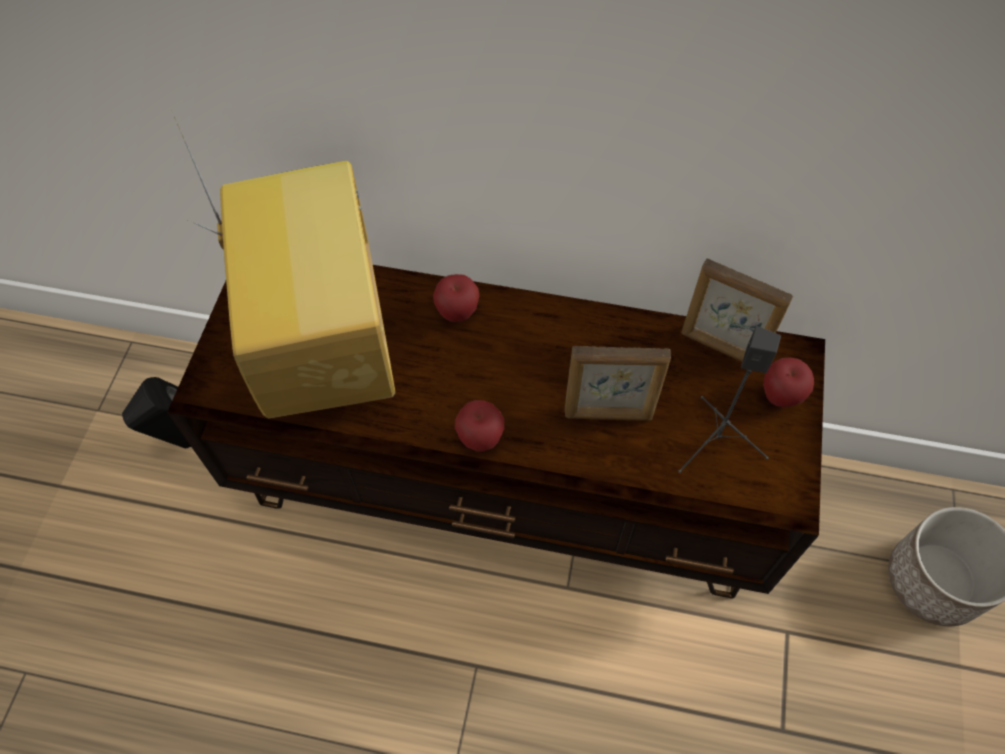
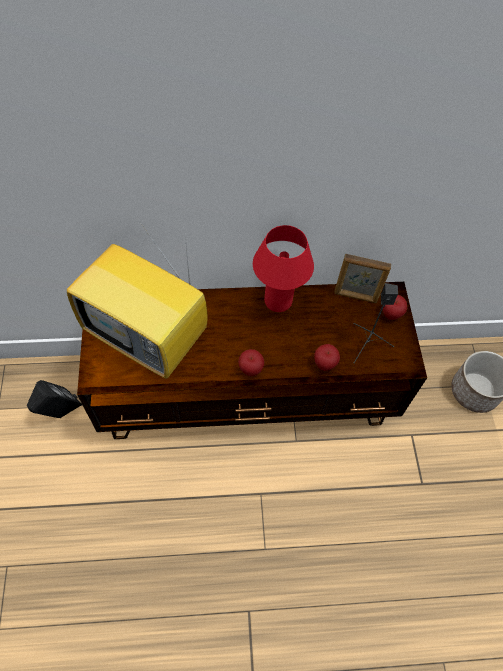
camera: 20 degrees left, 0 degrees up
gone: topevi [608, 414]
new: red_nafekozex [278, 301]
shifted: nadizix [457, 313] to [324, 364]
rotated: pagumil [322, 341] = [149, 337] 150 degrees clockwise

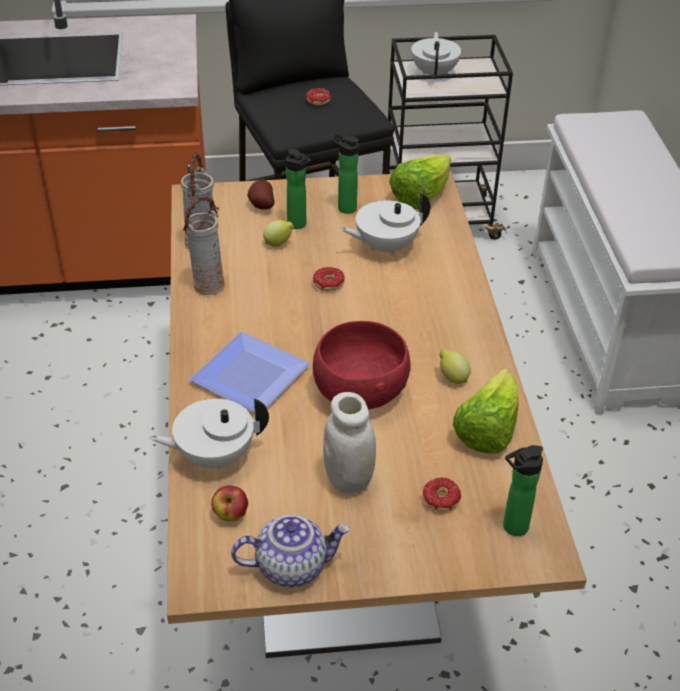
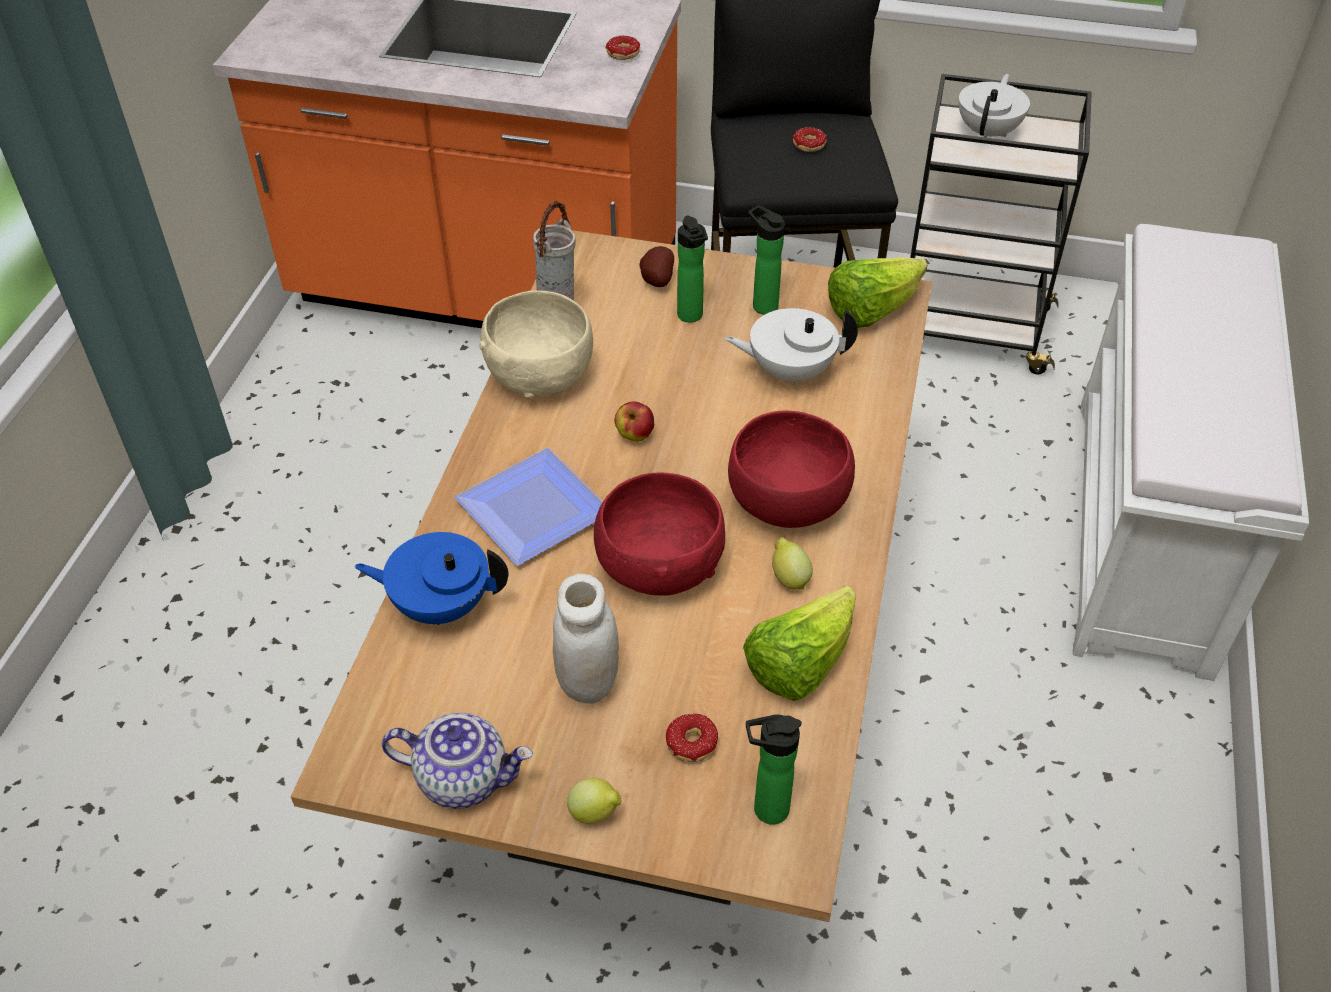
camera: 20 degrees right, 5 degrees up
new: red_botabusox [789, 502]
shifted: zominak [279, 244] to [595, 814]; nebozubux [330, 287] to [623, 57]; nadizix [230, 515] to [635, 435]
swapped: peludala [208, 285] to beige_botabusox [539, 375]
repainted: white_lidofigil [214, 455] to blue_lidofigil [440, 604]

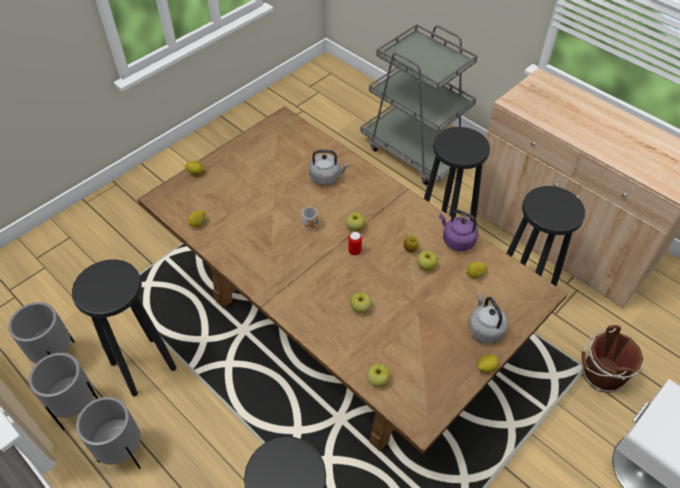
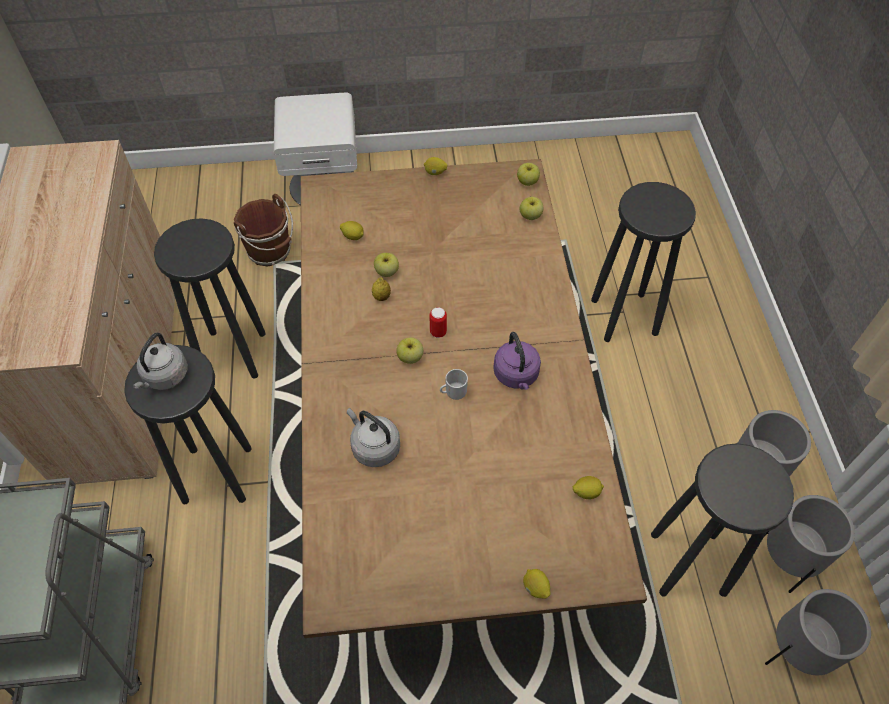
camera: 140 degrees left, 5 degrees up
shifted: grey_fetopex [484, 328] to [165, 377]; purple_fetopex [456, 240] to [516, 375]; nadizix [360, 308] to [527, 182]

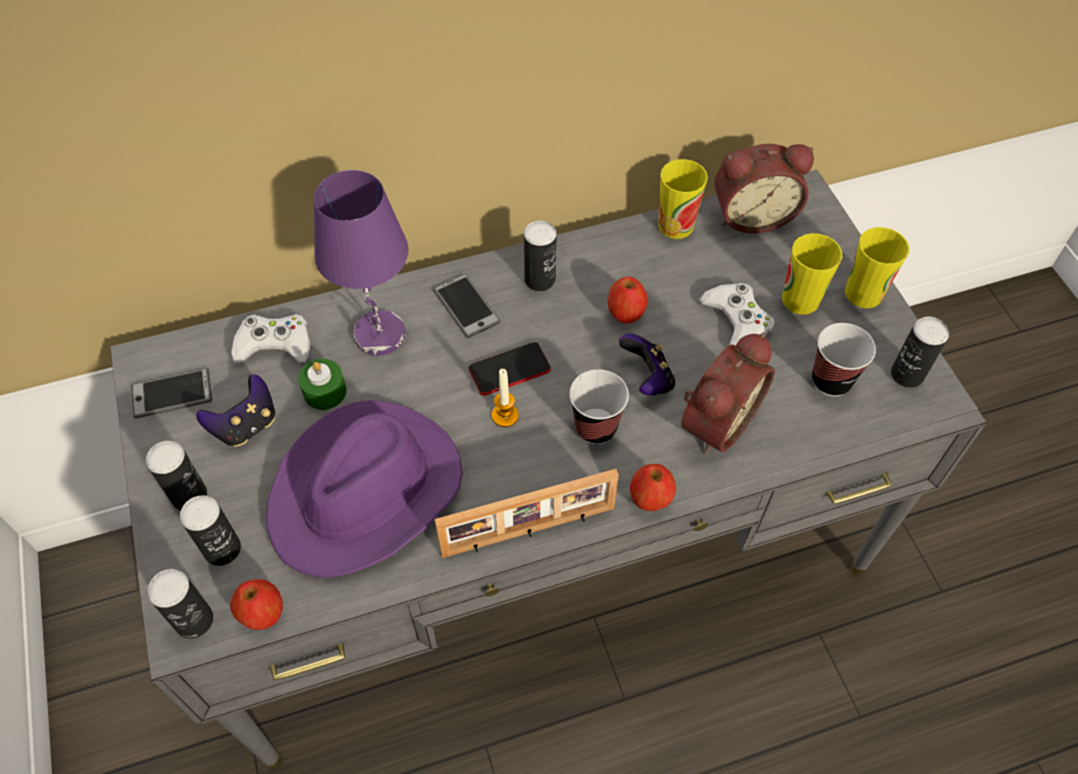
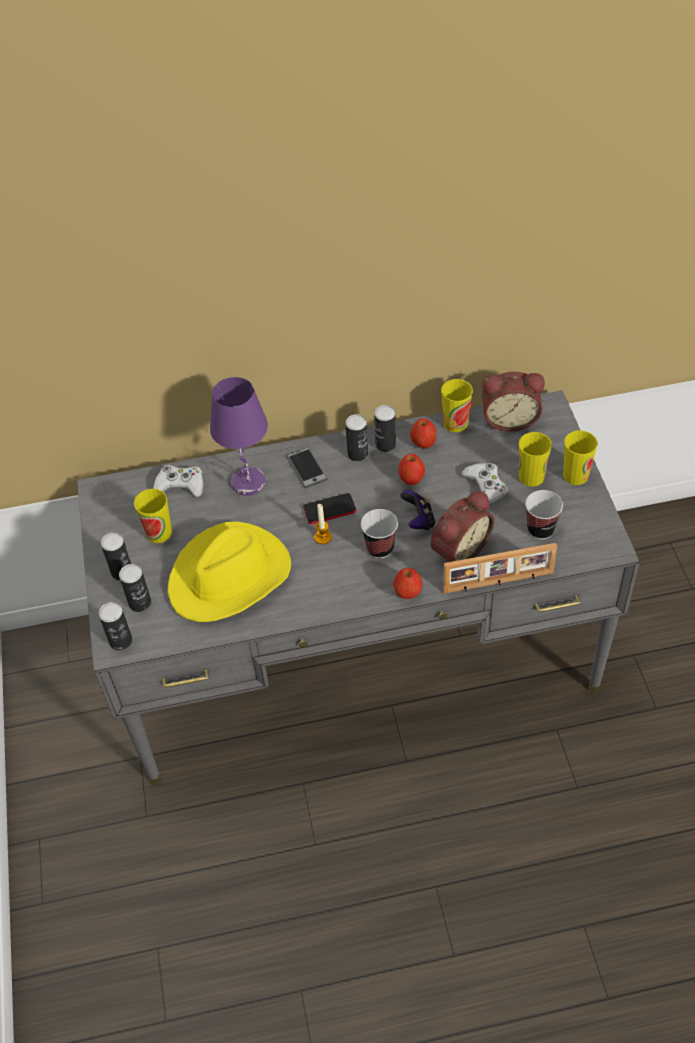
camera: 10 degrees right, 5 degrees down
gone: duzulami [172, 394]; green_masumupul [325, 392]
shifted: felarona [907, 374] to [385, 444]; nadizix [263, 614] to [423, 443]; topevi [529, 532] to [498, 583]
swapped: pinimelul [246, 425] to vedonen [159, 532]
repainted: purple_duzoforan [366, 492] to yellow_duzoforan [230, 576]

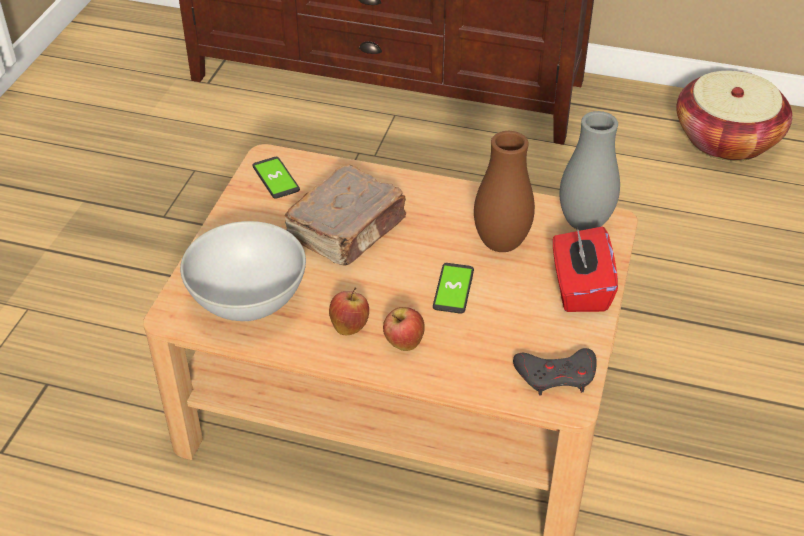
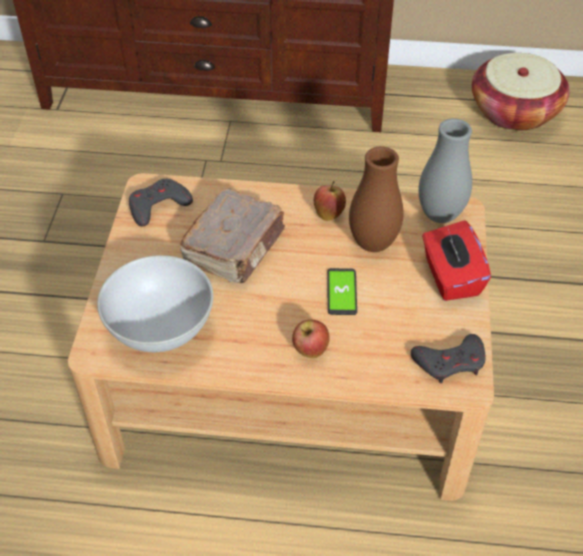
camera: 10 degrees left, 5 degrees up
shifted: nadizix [349, 326] to [329, 213]
swapped: duzulami [276, 178] to grey_pinimelul [158, 206]

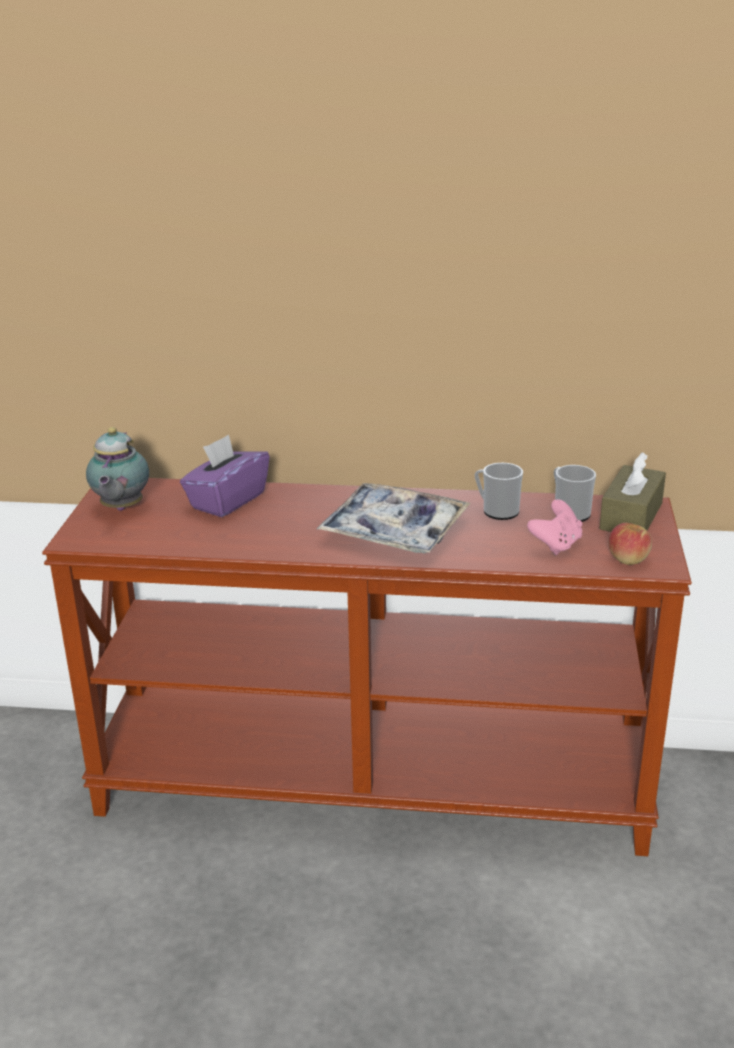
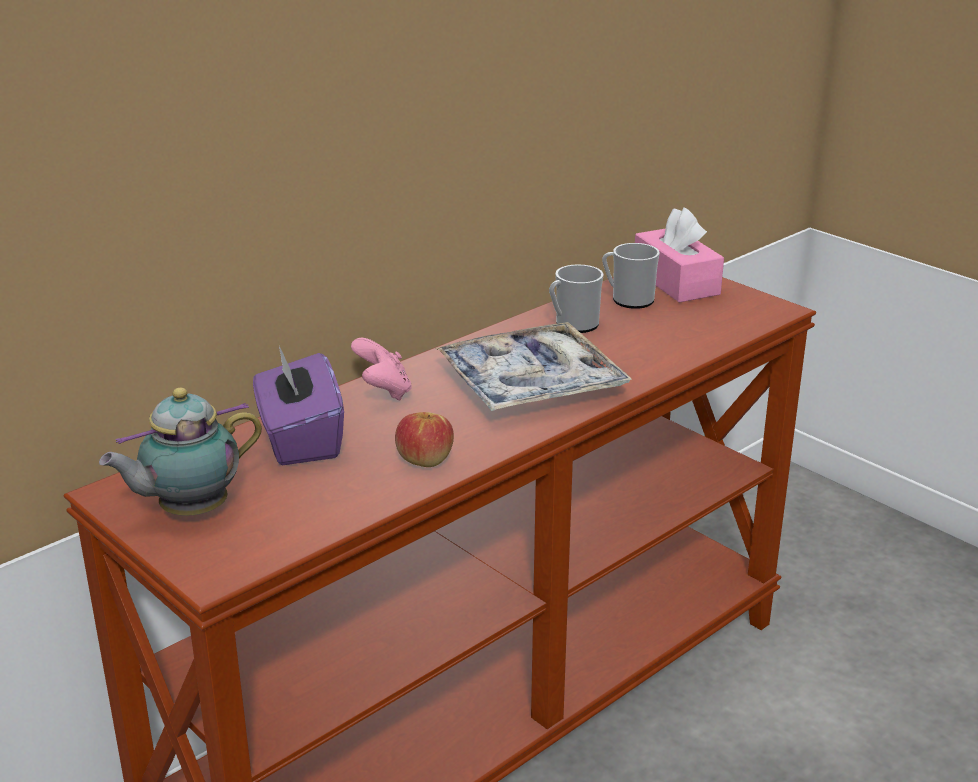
camera: 50 degrees left, 0 degrees up
shifted: pink_pinimelul [556, 545] to [383, 391]; nadizix [628, 559] to [424, 459]
repainted: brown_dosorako [631, 516] to pink_dosorako [676, 282]
rotated: lidofigil [120, 508] = [189, 511] 105 degrees clockwise

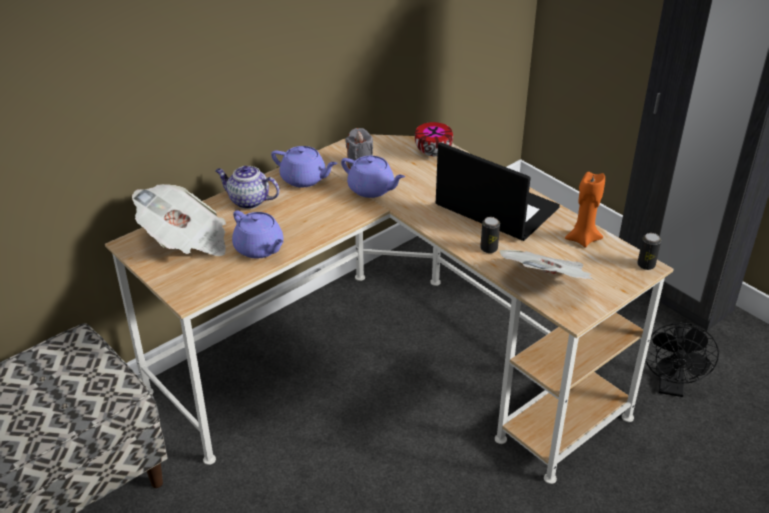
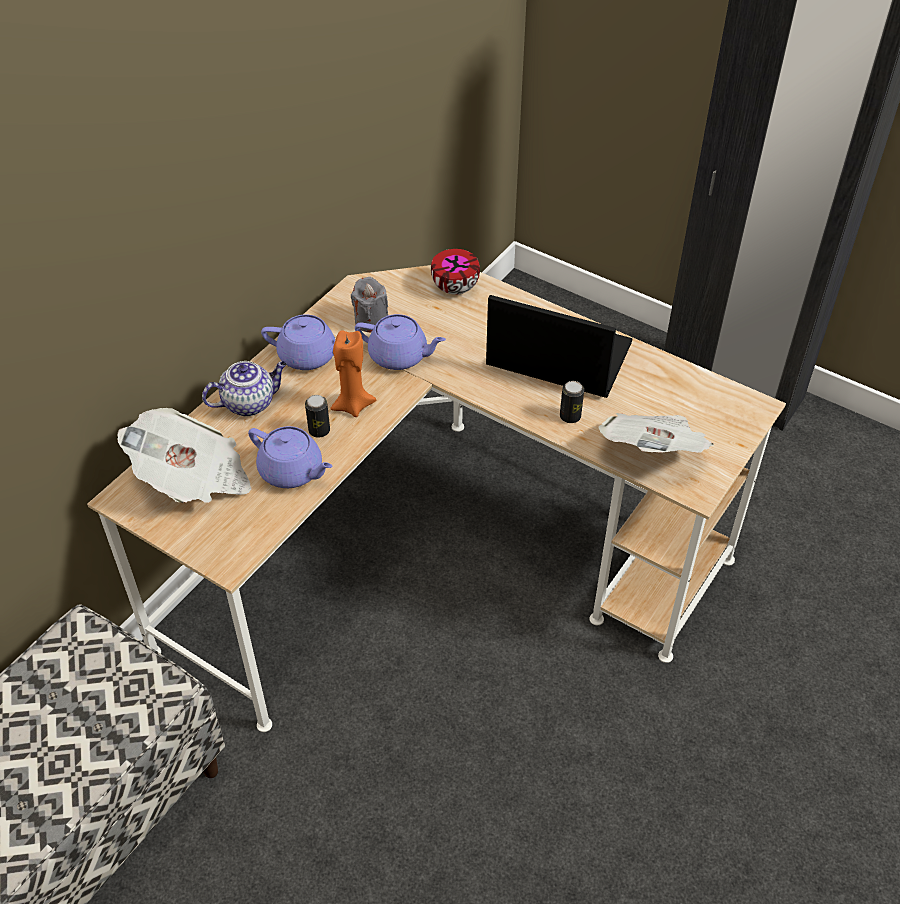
camera: 15 degrees left, 10 degrees up
gone: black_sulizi [671, 387]
shifted: felarona [646, 265] to [319, 430]; orange_masumupul [582, 239] to [352, 405]
rotated: lidofigil [248, 201] = [250, 403] 150 degrees clockwise

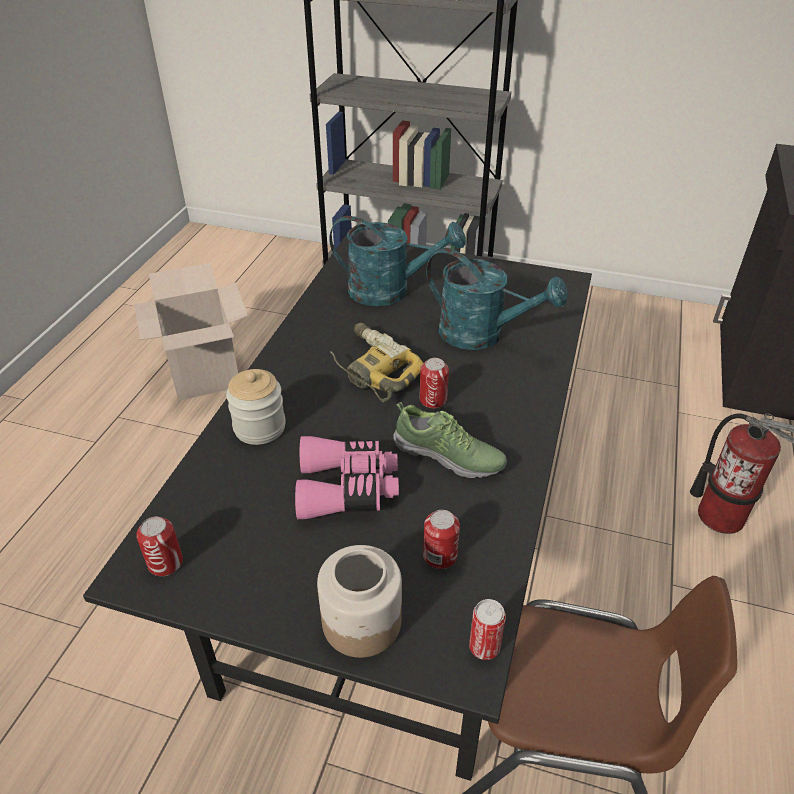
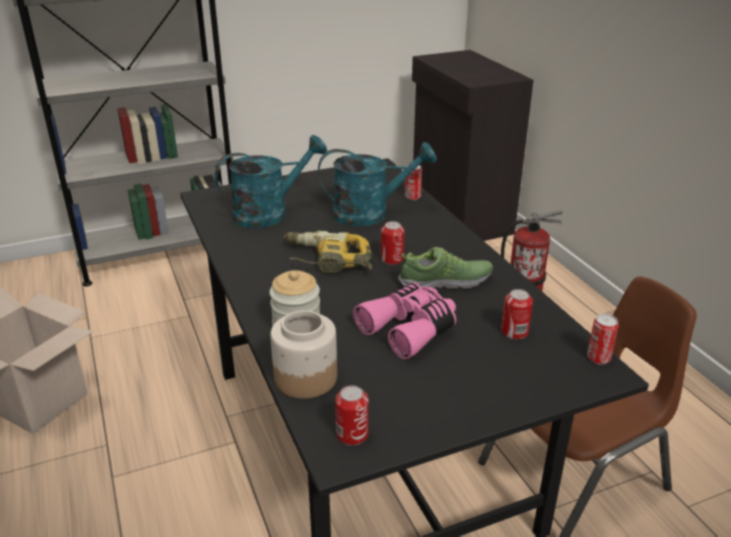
camera: 40 degrees left, 10 degrees down
new: felarona [412, 197]
shifted: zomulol [360, 622] to [305, 378]

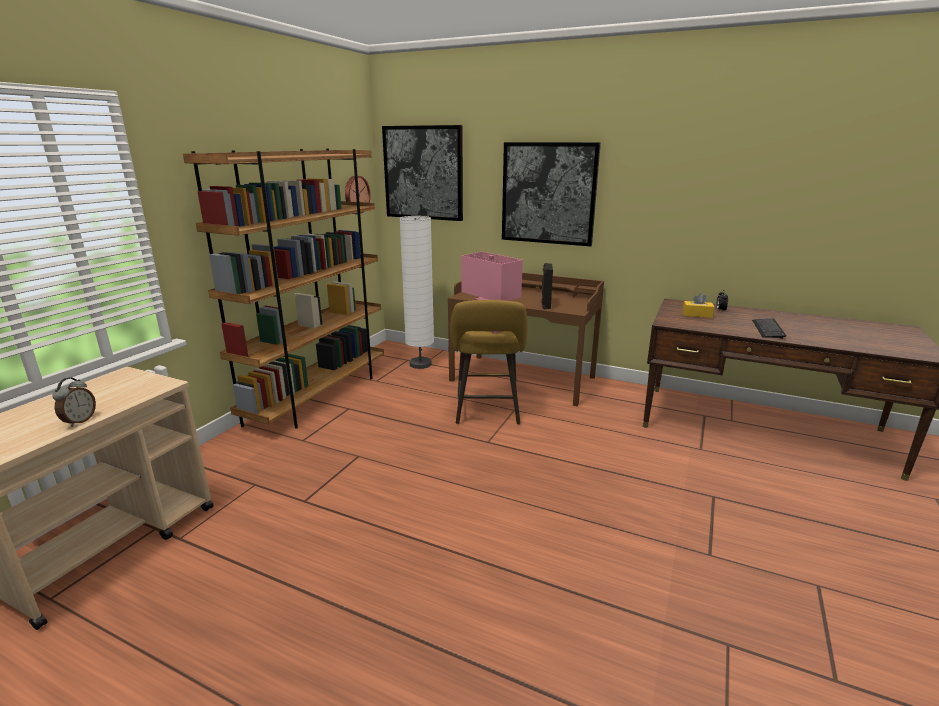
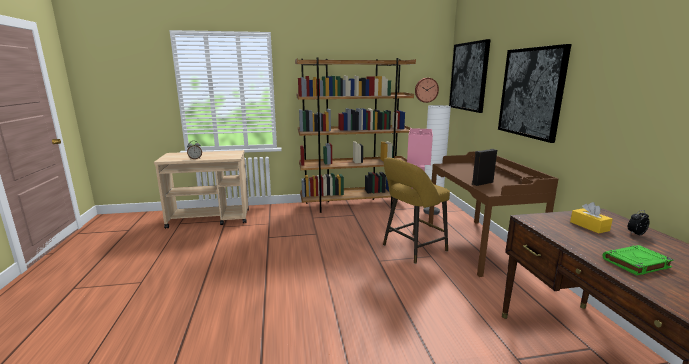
camera: 55 degrees right, 5 degrees down
swapped: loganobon [768, 329] to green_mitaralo [636, 263]

